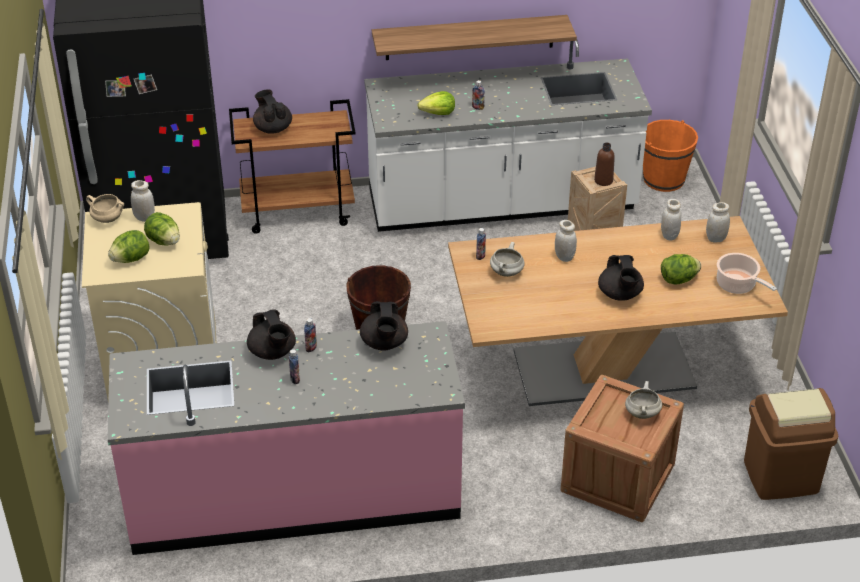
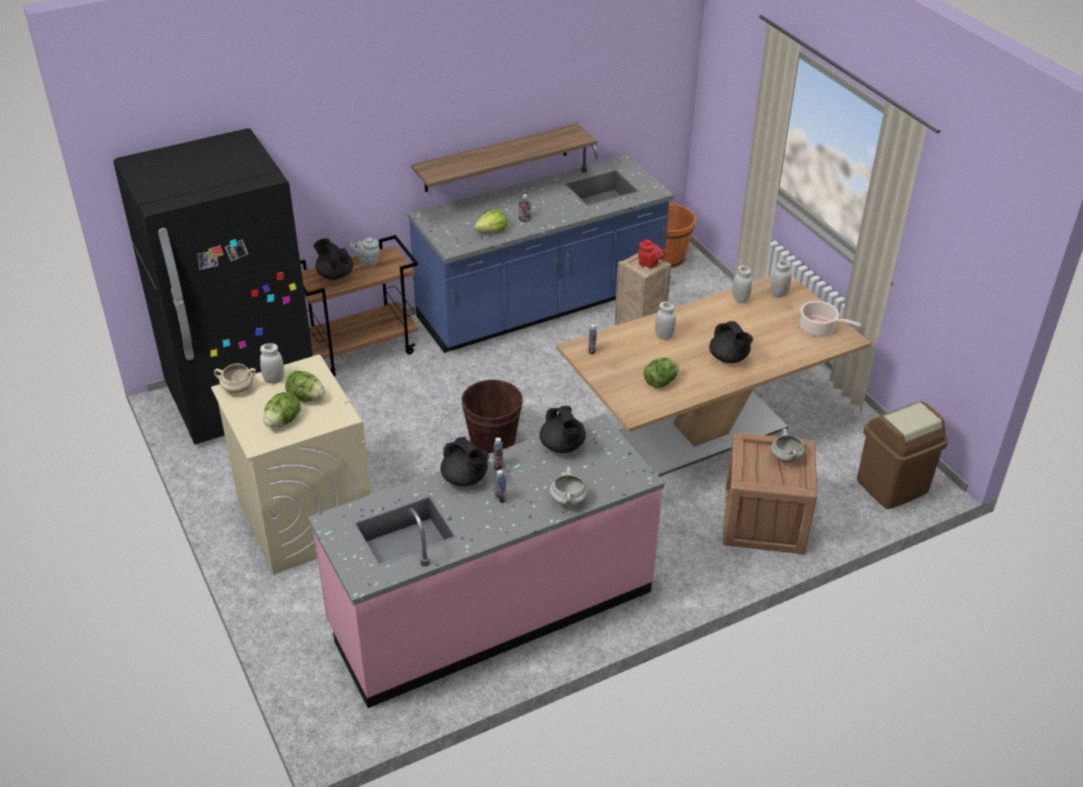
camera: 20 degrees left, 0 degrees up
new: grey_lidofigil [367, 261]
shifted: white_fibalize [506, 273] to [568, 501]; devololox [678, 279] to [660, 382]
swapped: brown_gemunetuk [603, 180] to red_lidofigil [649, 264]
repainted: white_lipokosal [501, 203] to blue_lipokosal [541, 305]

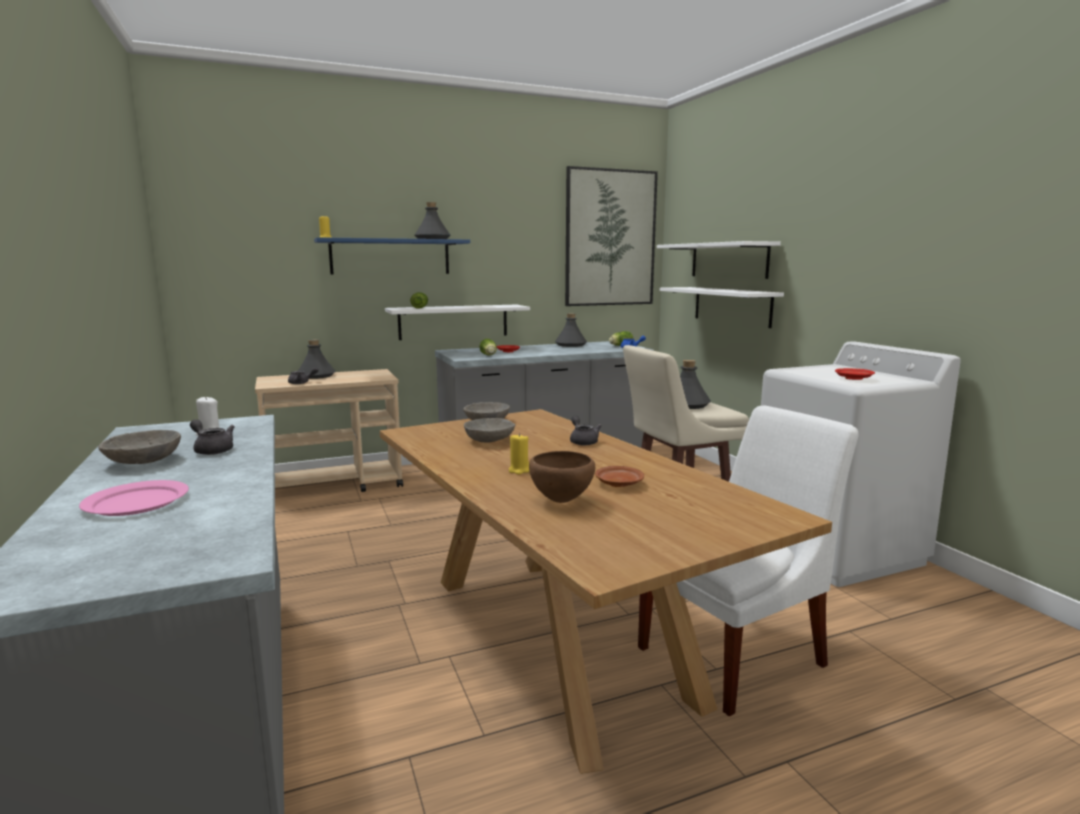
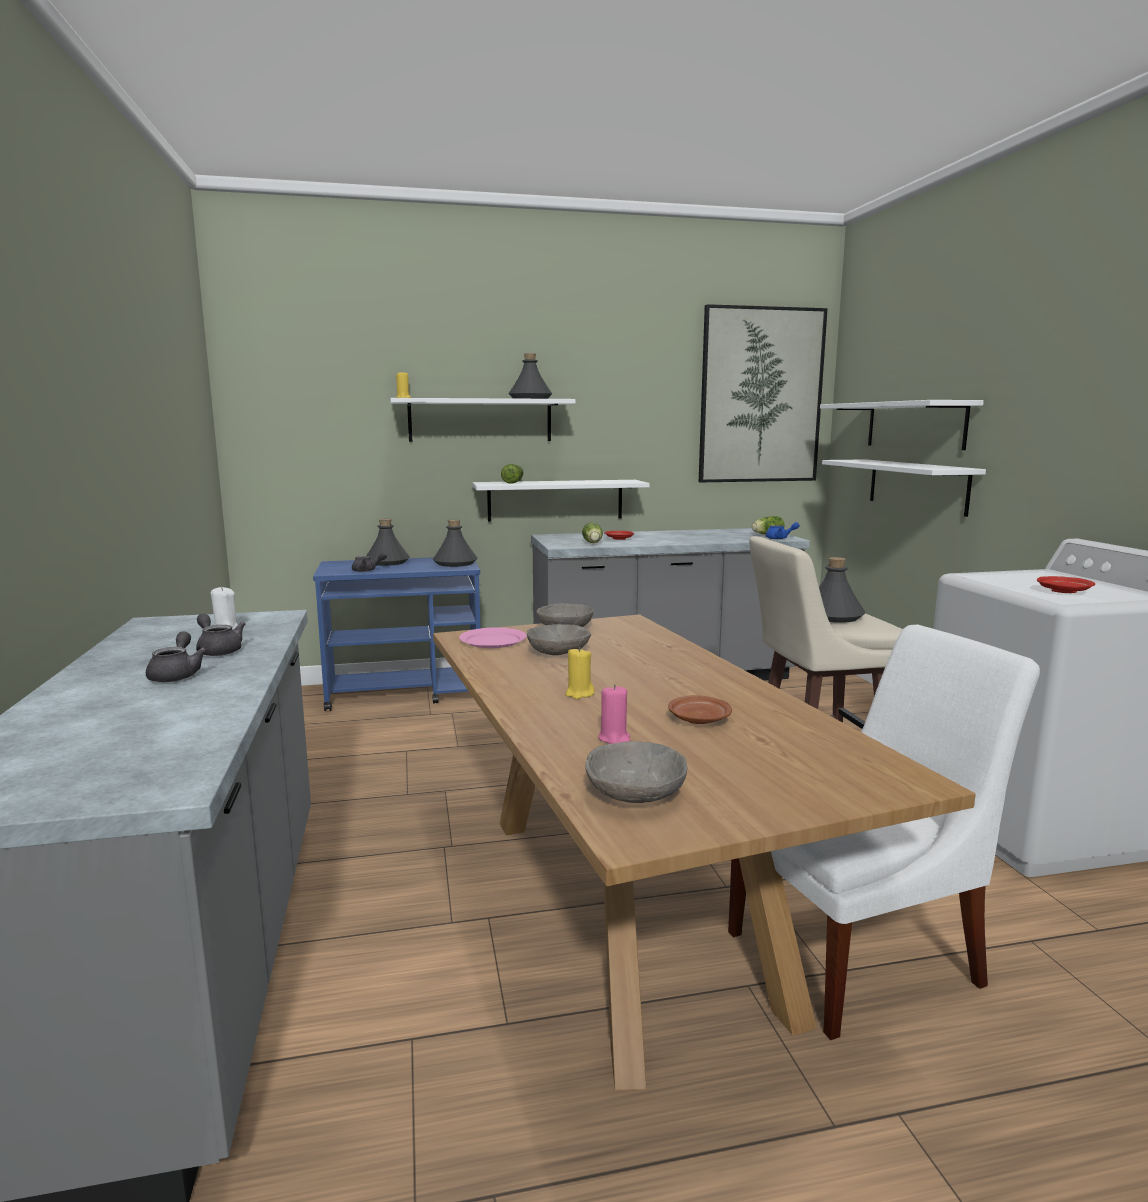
camera: 10 degrees right, 0 degrees up
shifted: grey_lidofigil [583, 441] to [177, 675]; grey_gemunetuk [571, 345] to [455, 563]; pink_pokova [136, 502] to [492, 640]; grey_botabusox [144, 461] to [635, 793]
swapped: brown_botabusox [560, 501] to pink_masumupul [614, 738]
repainted: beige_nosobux [336, 485] to blue_nosobux [406, 693]; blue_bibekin [390, 257] to white_bibekin [480, 420]

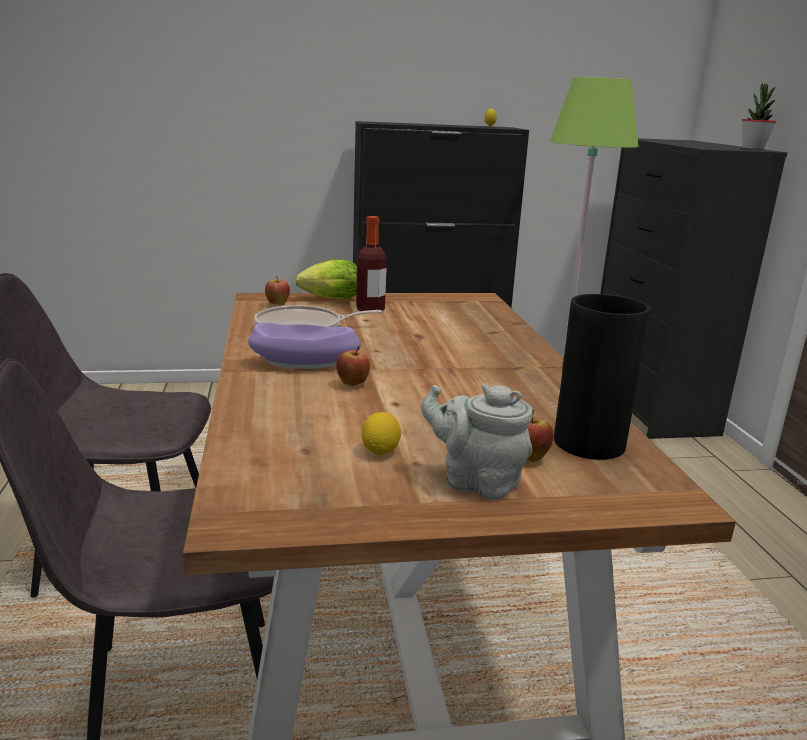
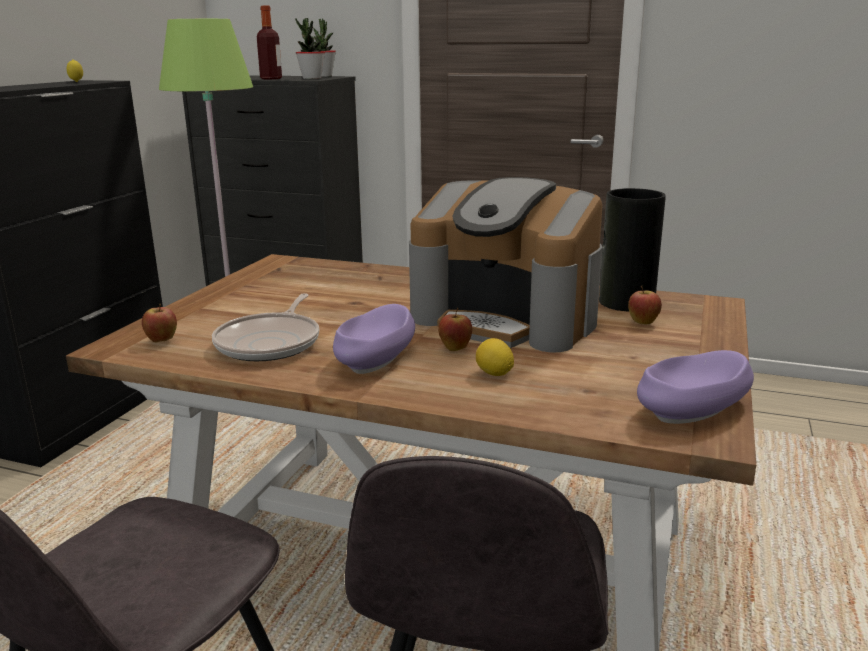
camera: 60 degrees left, 0 degrees up
gone: devololox [328, 299]; grey_lidofigil [476, 481]
new: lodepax [311, 78]; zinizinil [506, 319]; purple_botabusox [692, 409]
shifted: gemunetuk [370, 309] to [271, 78]; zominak [380, 451] to [494, 374]

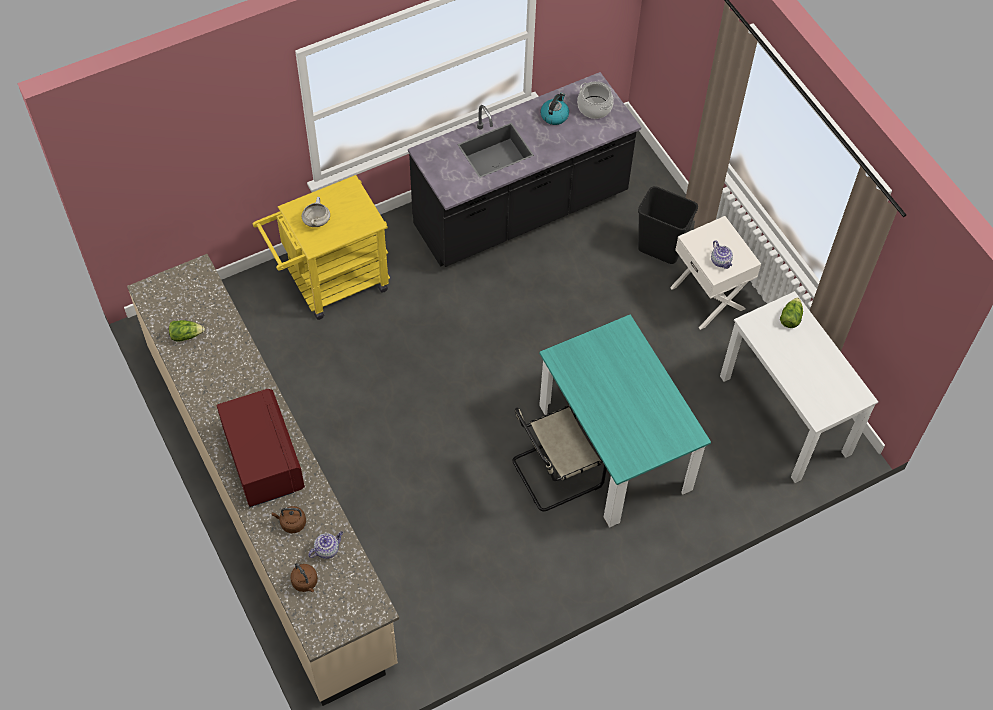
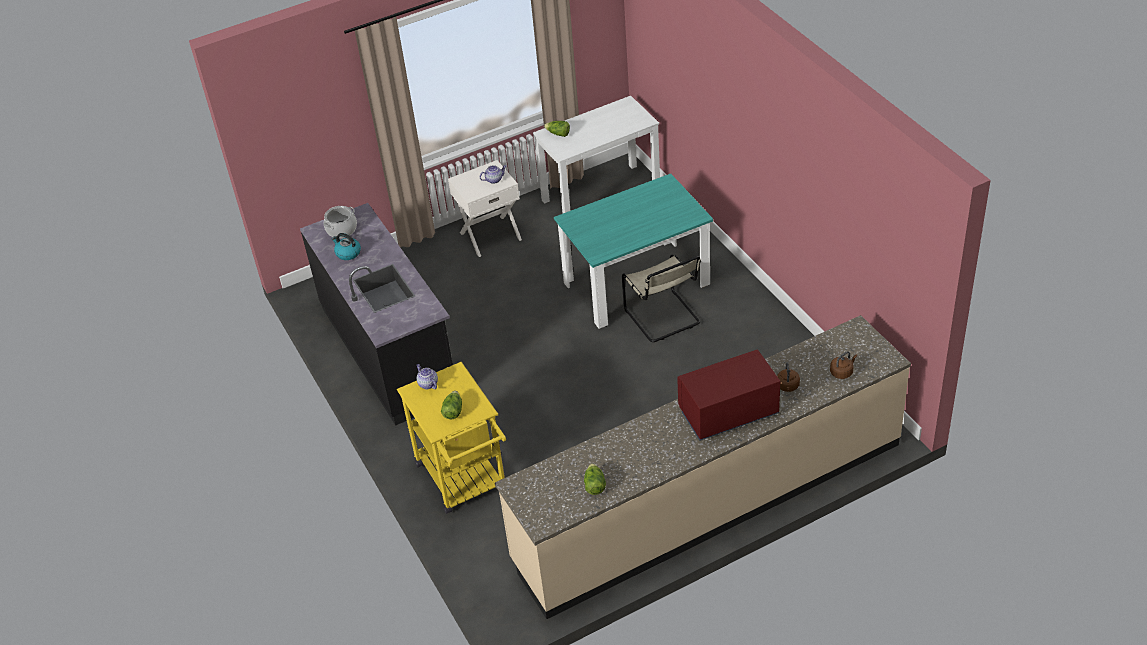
camera: 85 degrees left, 15 degrees down
gone: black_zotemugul [661, 248]
shifted: lidofigil [327, 549] to [427, 384]
swapped: white_fibalize [316, 221] to devololox [453, 411]

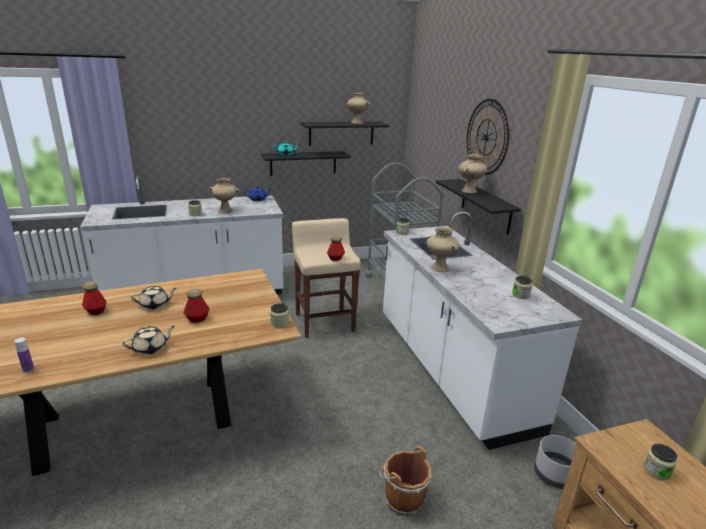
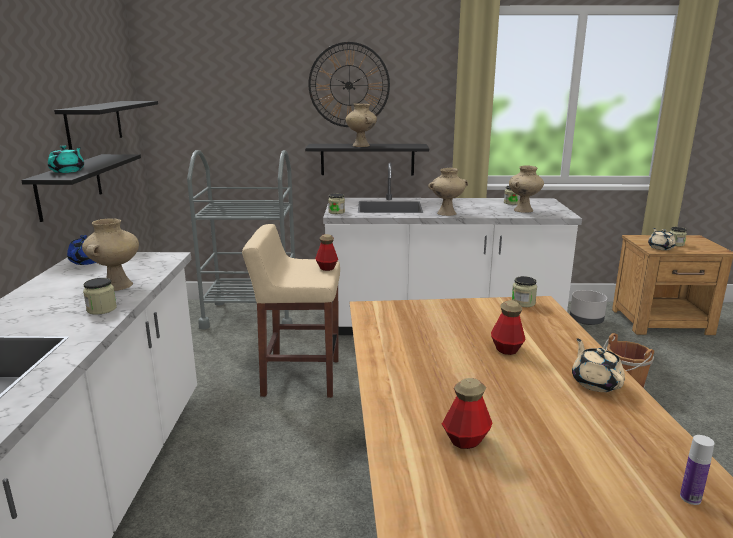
camera: 70 degrees left, 5 degrees down
shifted: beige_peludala [356, 123] to [523, 210]; beige_lidofigil [155, 305] to [660, 247]

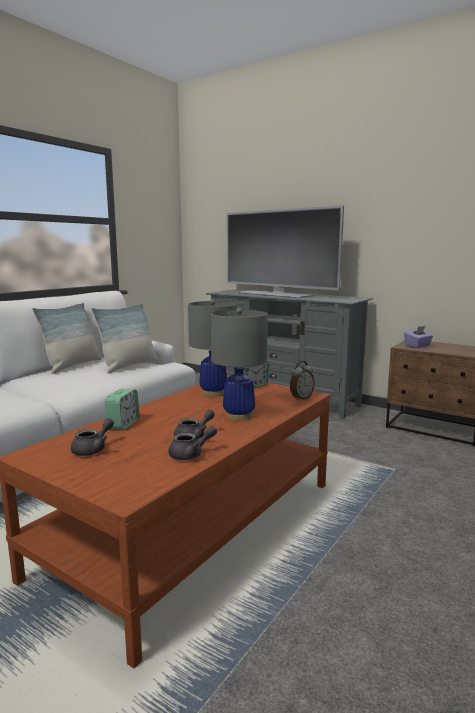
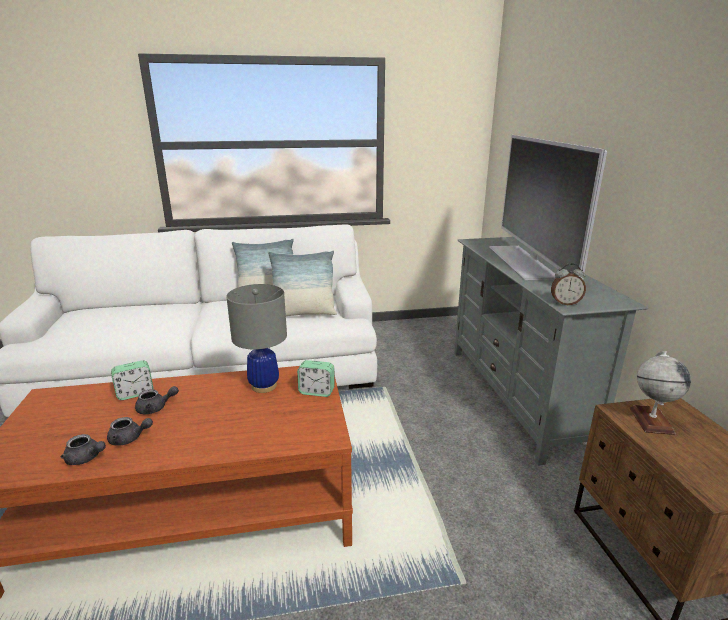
camera: 45 degrees right, 10 degrees up
gone: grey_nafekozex [239, 415]
shifted: grey_lidofigil [93, 449] to [156, 408]; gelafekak [301, 398] to [565, 303]
swapped: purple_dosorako [417, 346] to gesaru [651, 420]

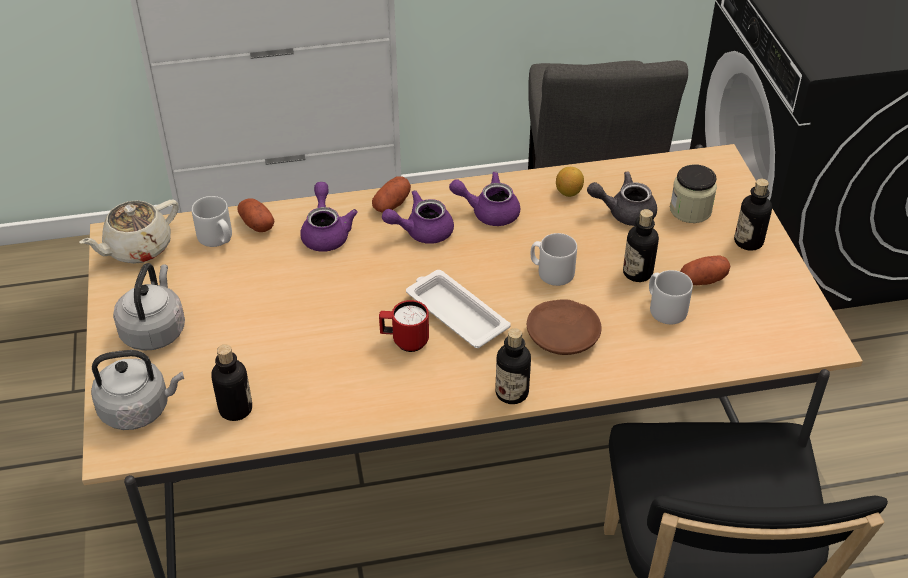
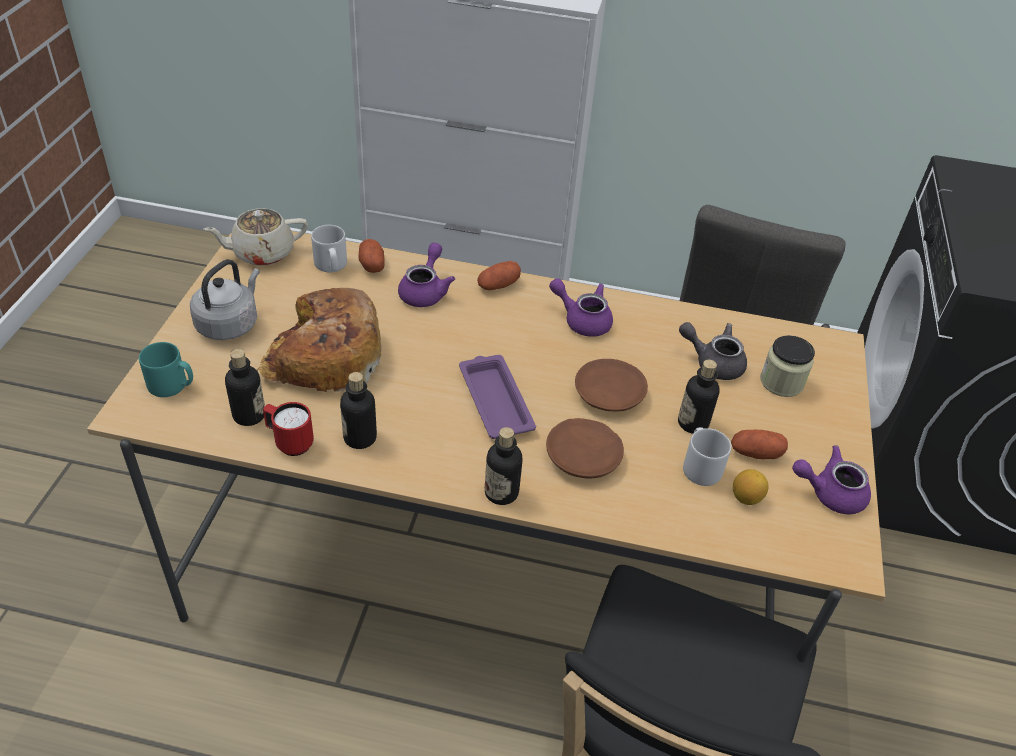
camera: 20 degrees right, 0 degrees up
new: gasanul [324, 356]
shifted: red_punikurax [404, 341] to [289, 442]; gemunetuk [748, 241] to [360, 438]; zominak [568, 192] to [746, 497]; purple_lidofigil [421, 231] to [829, 493]
swapped: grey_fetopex [139, 409] to turquoise_punikurax [172, 385]; grey_punikurax [551, 272] to brown_pokova [608, 394]
repainted: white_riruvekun [455, 313] to purple_riruvekun [495, 400]

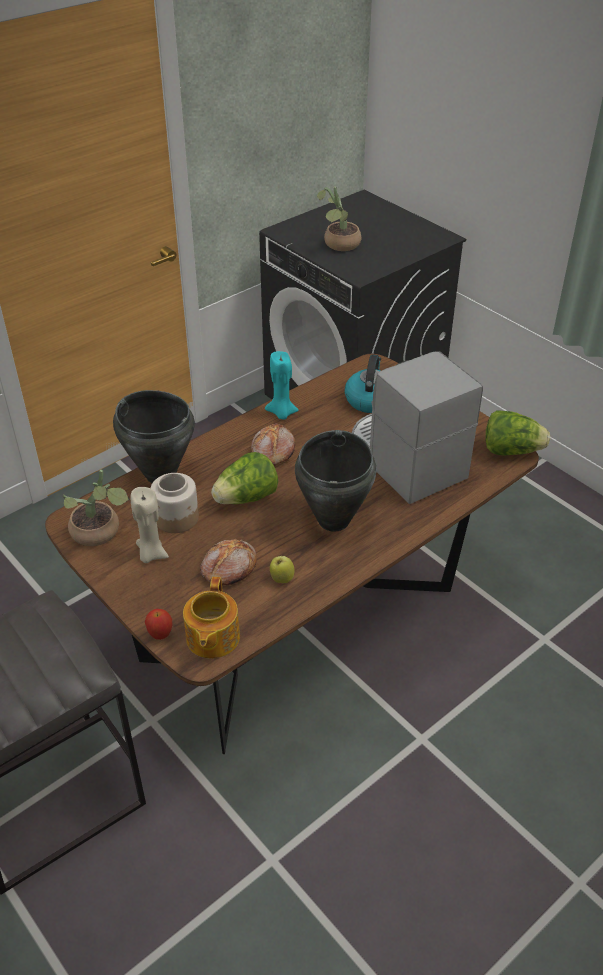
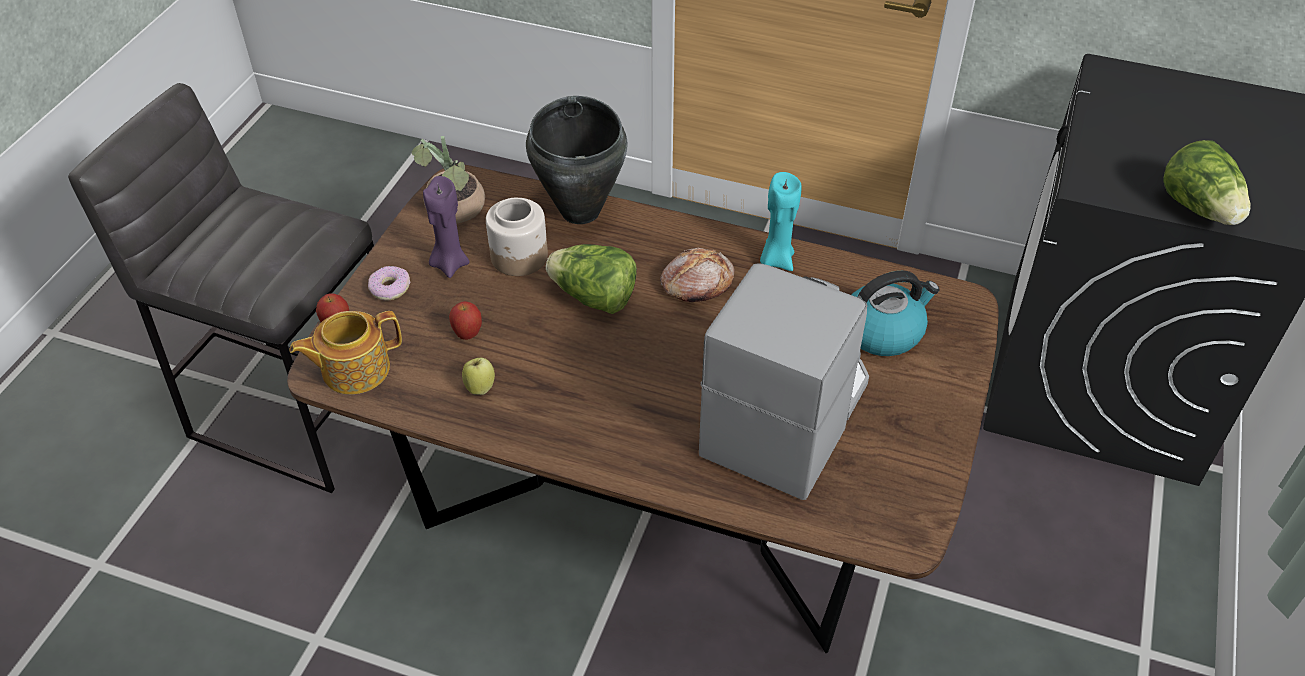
camera: 60 degrees right, 5 degrees up
gone: black_fibalize [334, 520]; lodepax [339, 245]
new: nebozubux [389, 288]
shifted: devololox [511, 451] to [1199, 208]
swapped: gasanul [228, 568] to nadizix [468, 334]
repainted: beige_masumupul [151, 554] to purple_masumupul [449, 264]

